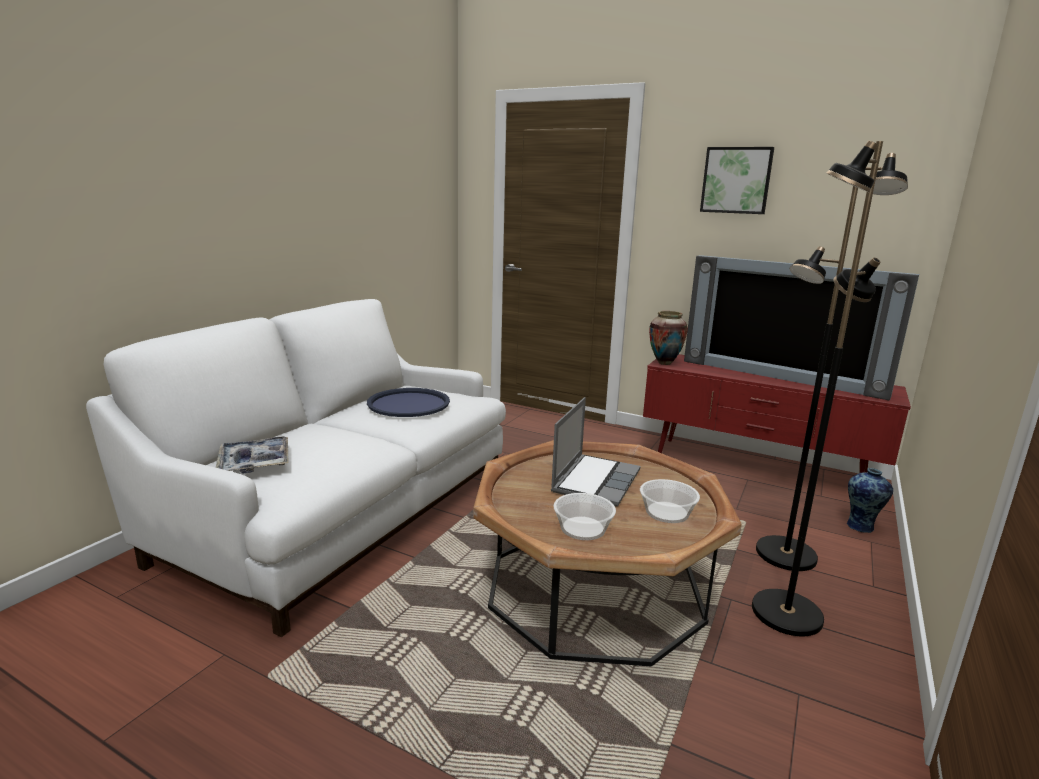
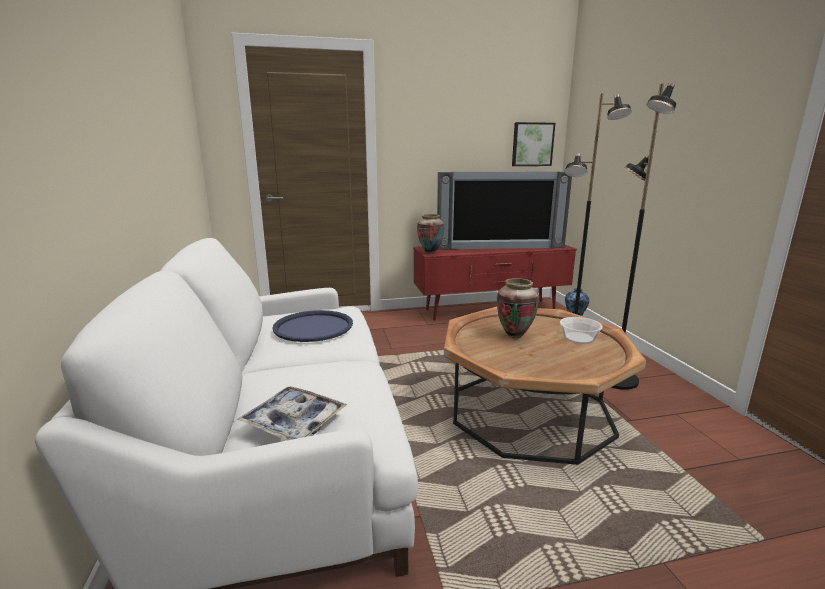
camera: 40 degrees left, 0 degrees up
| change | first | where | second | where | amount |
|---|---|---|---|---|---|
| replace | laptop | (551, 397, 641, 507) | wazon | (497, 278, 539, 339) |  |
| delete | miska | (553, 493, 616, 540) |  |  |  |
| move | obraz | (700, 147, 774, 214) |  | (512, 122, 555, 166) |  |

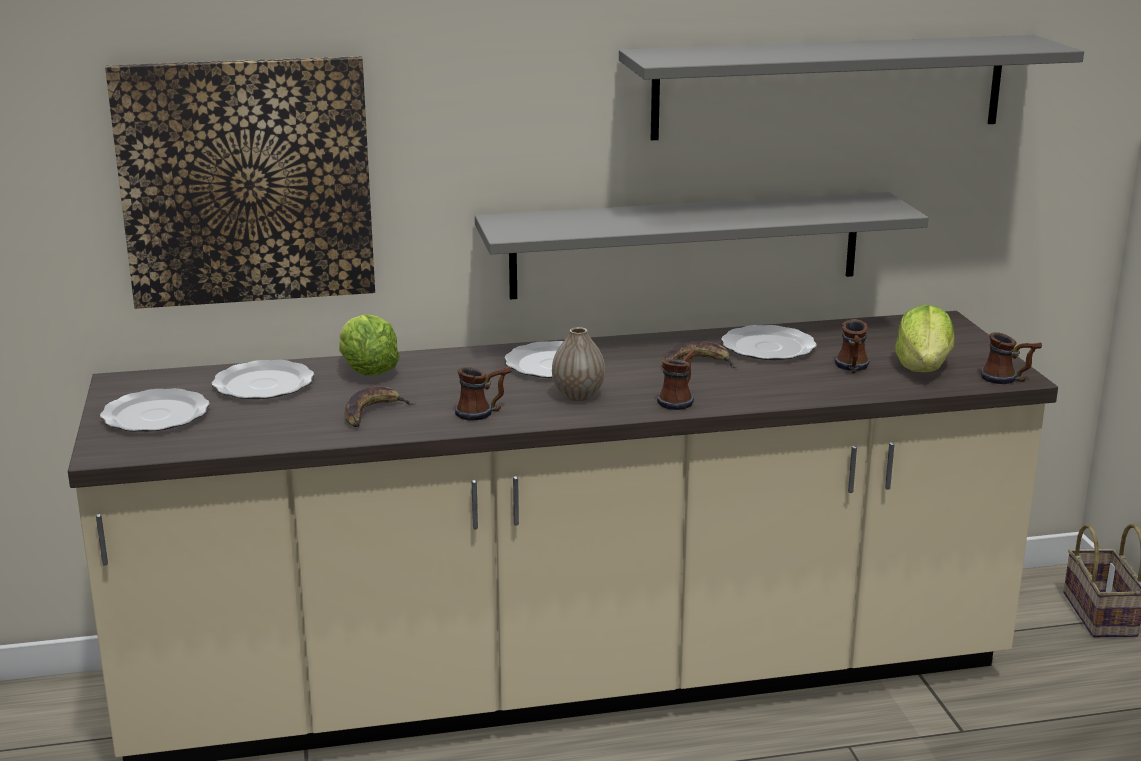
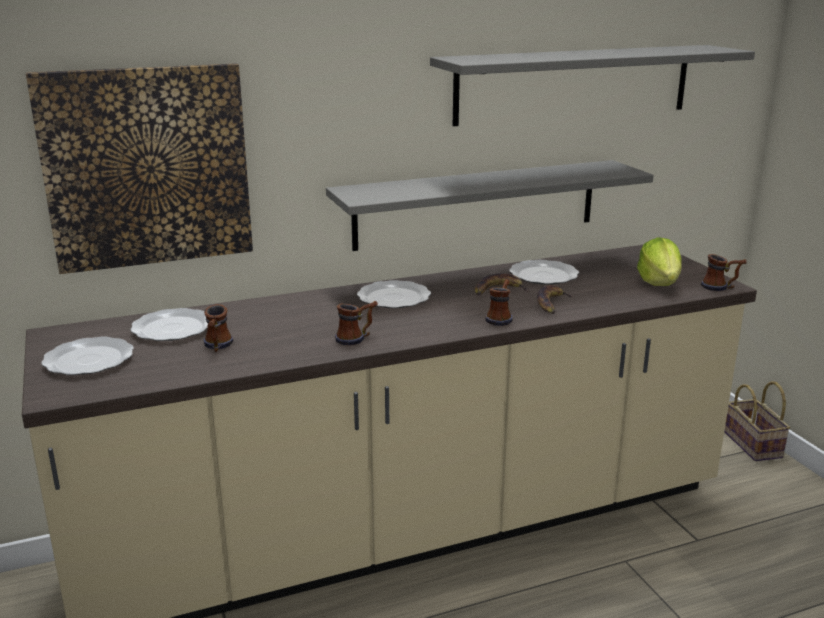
camera: 10 degrees left, 0 degrees up
| change | first | where | second | where | amount |
|---|---|---|---|---|---|
| delete | sałata | (339, 314, 400, 375) |  |  |  |
| move | banan | (345, 386, 416, 427) |  | (537, 285, 574, 314) |  |
| delete | wazon | (552, 327, 605, 401) |  |  |  |
| move | kubek | (835, 319, 870, 374) |  | (204, 304, 233, 352) |  |

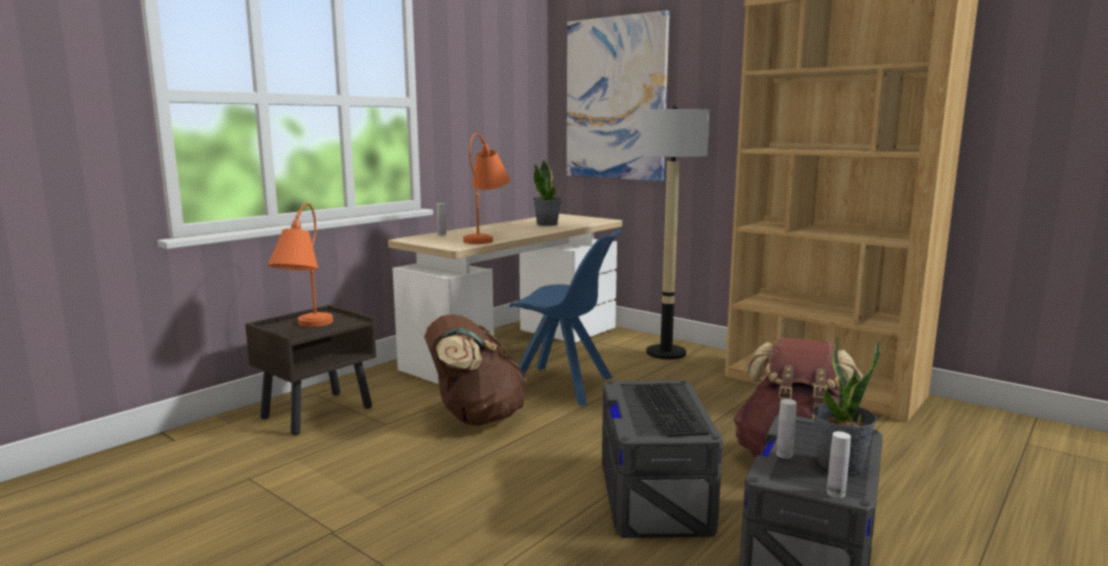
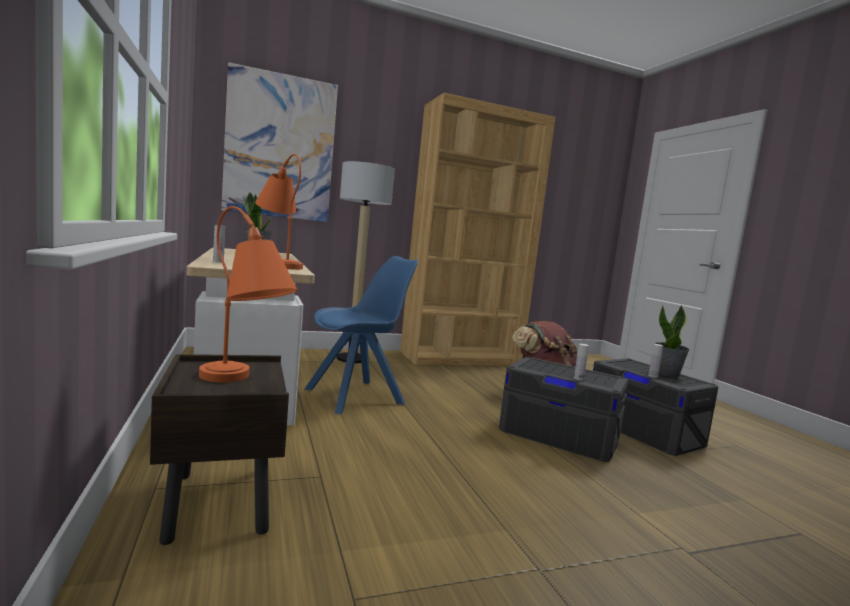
camera: 60 degrees left, 5 degrees down
| change | first | where | second | where | amount |
|---|---|---|---|---|---|
| delete | plecak [brązowy] | (424, 314, 527, 426) |  |  |  |
| delete | klawiatura | (636, 383, 709, 437) |  |  |  |
| move | butelka [biały] | (827, 431, 851, 498) |  | (574, 344, 589, 381) |  |

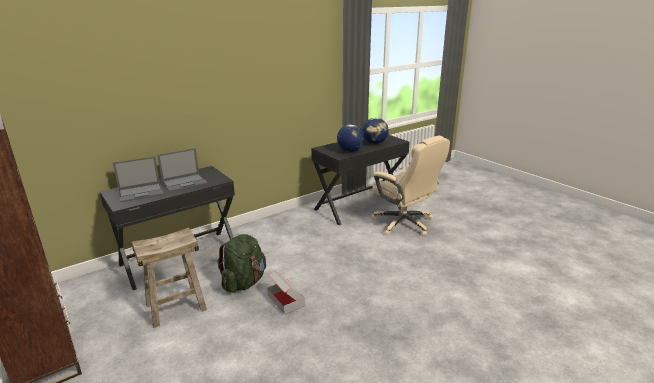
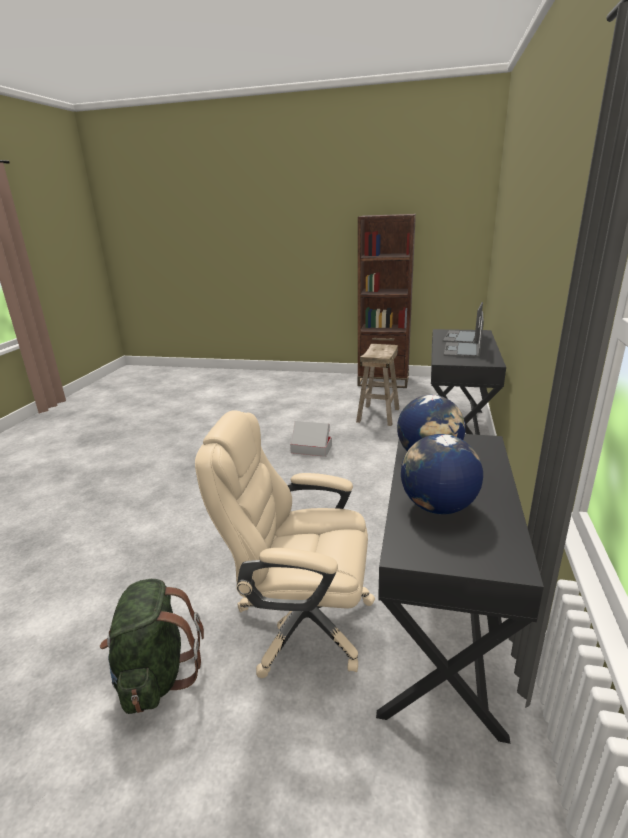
camera: 140 degrees right, 0 degrees up
| change | first | where | second | where | amount |
|---|---|---|---|---|---|
| move | plecak [zielony] | (218, 234, 266, 293) |  | (100, 579, 204, 714) |  |

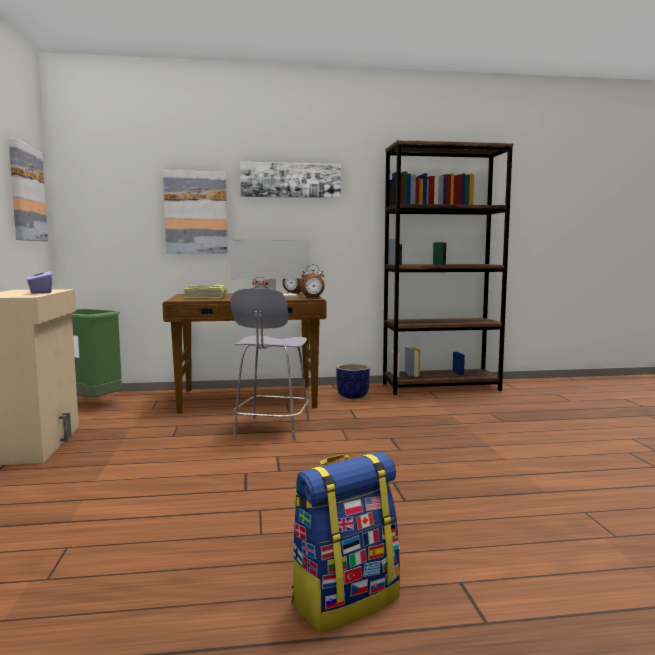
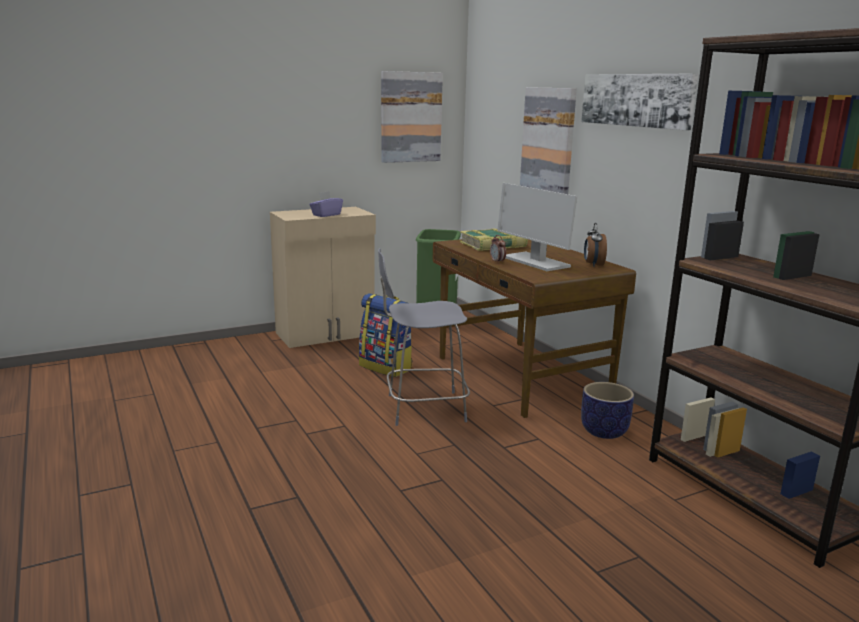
camera: 70 degrees right, 10 degrees up
| change | first | where | second | where | amount |
|---|---|---|---|---|---|
| move | plecak | (291, 452, 400, 633) |  | (359, 293, 413, 377) |  |
| delete | budzik | (300, 264, 325, 298) |  |  |  |

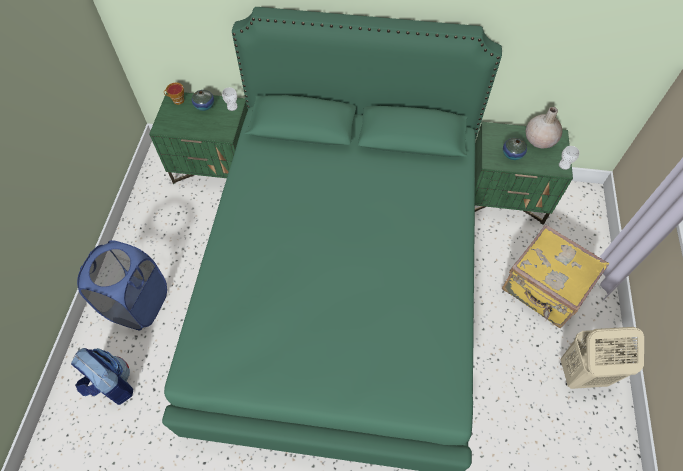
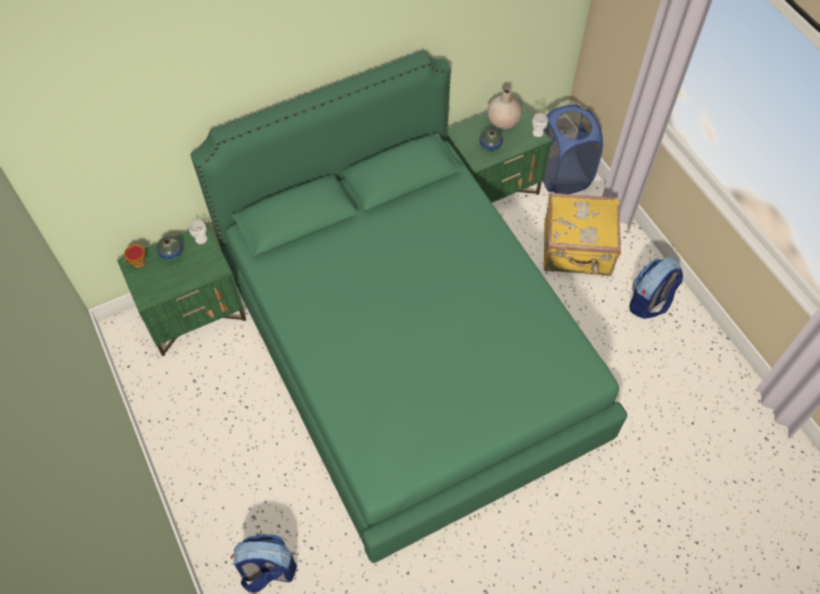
camera: 35 degrees left, 0 degrees up
| change | first | where | second | where | amount |
|---|---|---|---|---|---|
| move | kosz na pranie [niebieski] | (77, 240, 167, 330) |  | (543, 104, 603, 194) |  |
| replace | kosz na pranie [beżowy] | (560, 327, 644, 389) | plecak | (629, 257, 683, 319) |  |

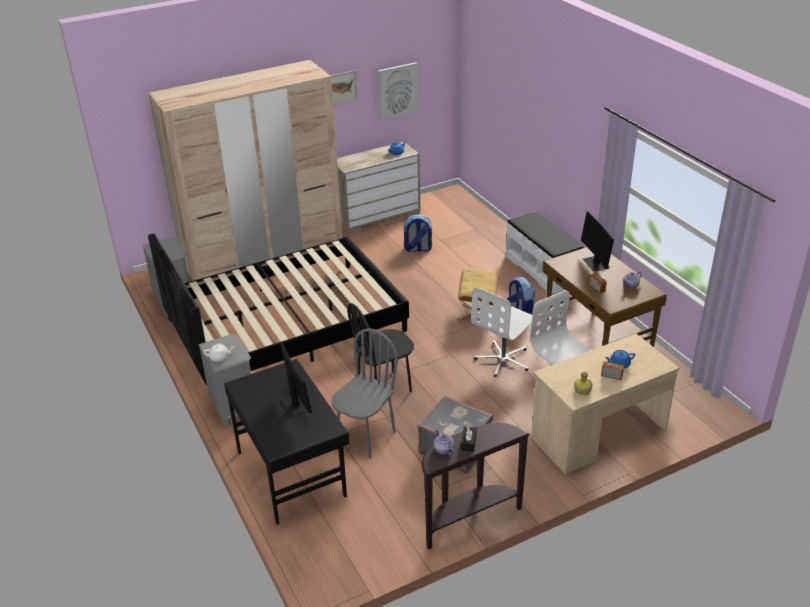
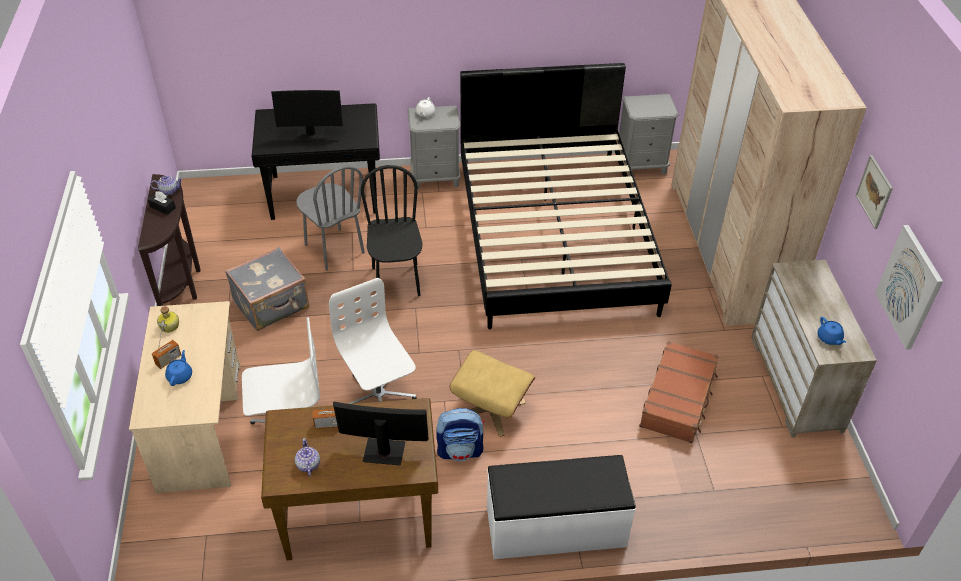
camera: 110 degrees right, 10 degrees up
| change | first | where | second | where | amount |
|---|---|---|---|---|---|
| replace | plecak | (403, 214, 432, 252) | walizka [brązowy] | (639, 341, 719, 443) |  |

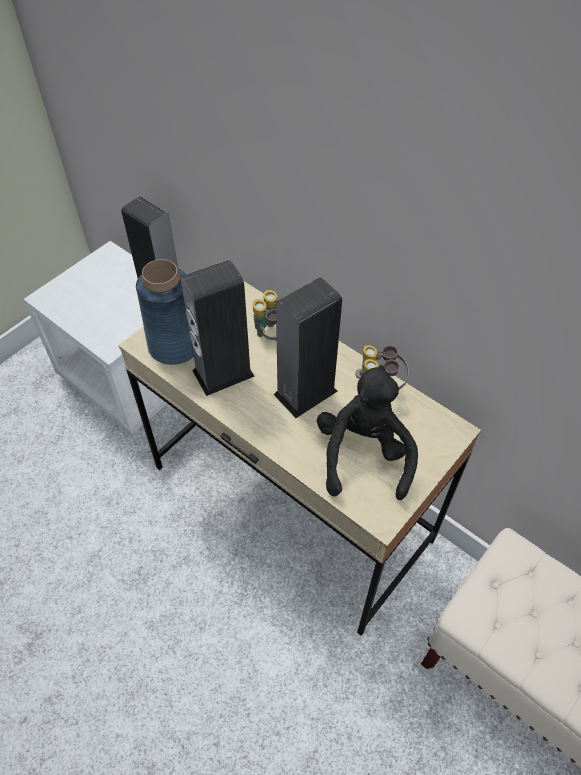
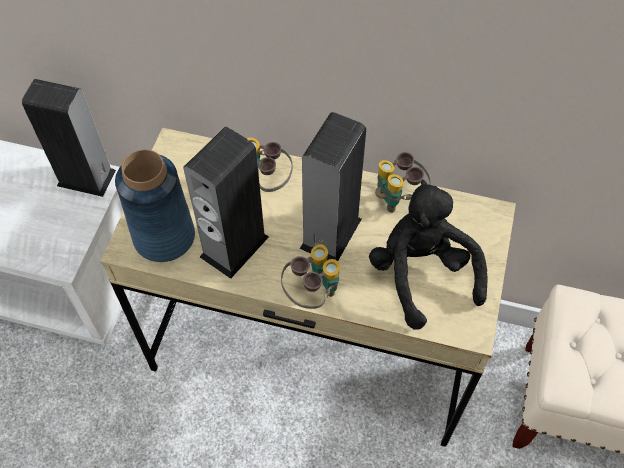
camera: 25 degrees left, 5 degrees up
| change | first | where | second | where | amount |
|---|---|---|---|---|---|
| insert |  |  | lornetka | (281, 244, 340, 309) |  |

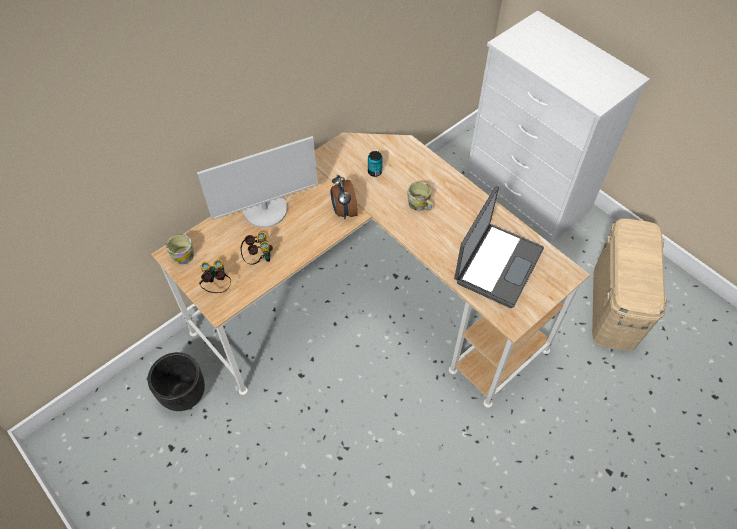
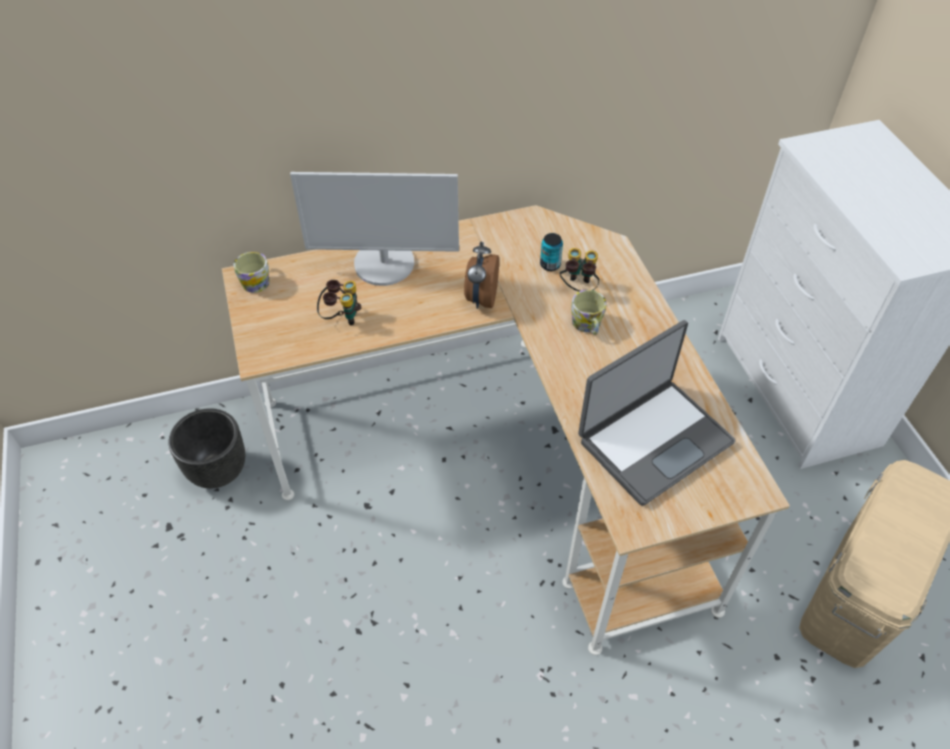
camera: 25 degrees right, 5 degrees down
| change | first | where | second | where | amount |
|---|---|---|---|---|---|
| move | lornetka | (199, 259, 231, 293) |  | (560, 248, 599, 291) |  |

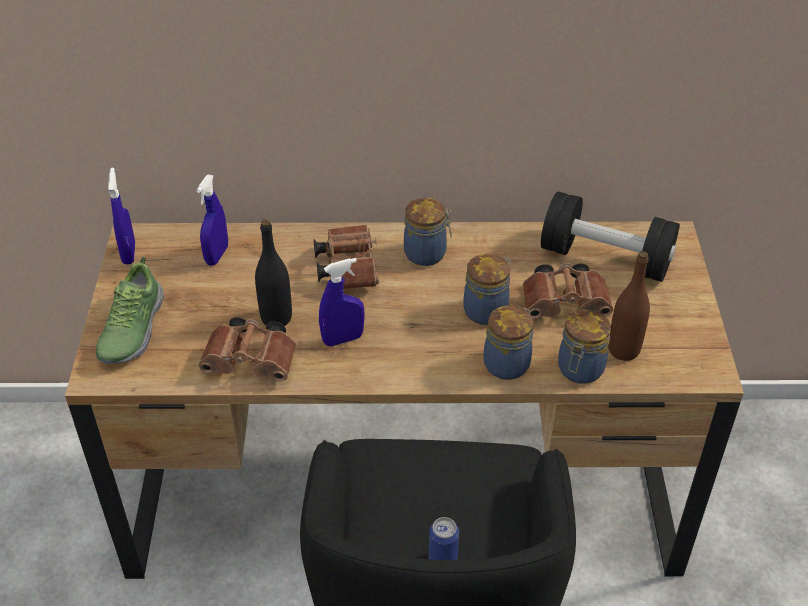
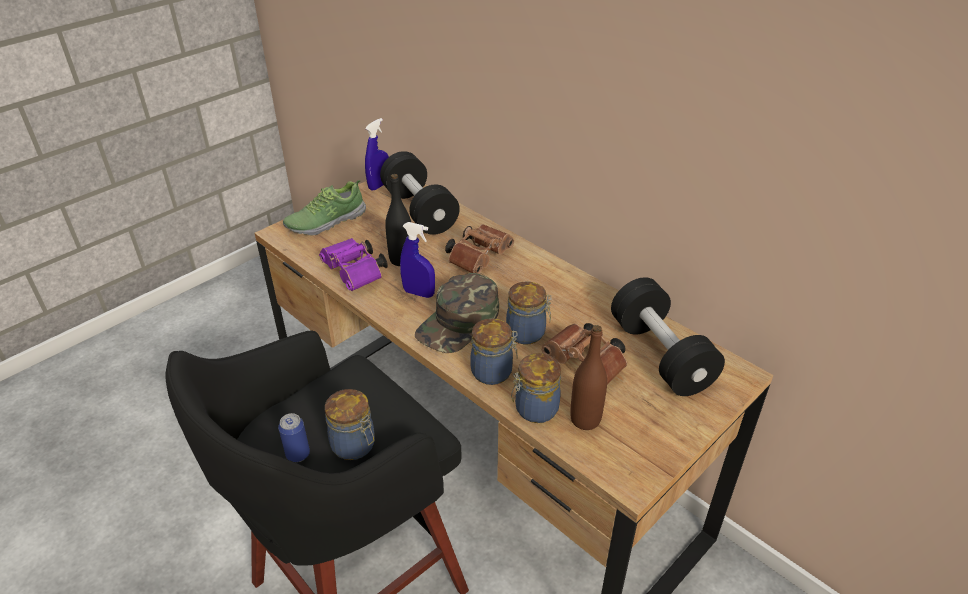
camera: 45 degrees right, 5 degrees down
| change | first | where | second | where | amount |
|---|---|---|---|---|---|
| replace | spryskiwacz [niebieski] | (196, 175, 228, 266) | hantel [czarny] | (380, 151, 460, 235) |  |
| recolor | lornetka [brązowy] | (198, 317, 296, 381) | lornetka [fioletowy] | (319, 238, 388, 291) |  |
| move | słoik | (404, 198, 452, 266) |  | (325, 389, 375, 460) |  |
| insert |  |  | czapka z daszkiem [zielony] | (415, 273, 499, 353) |  |

